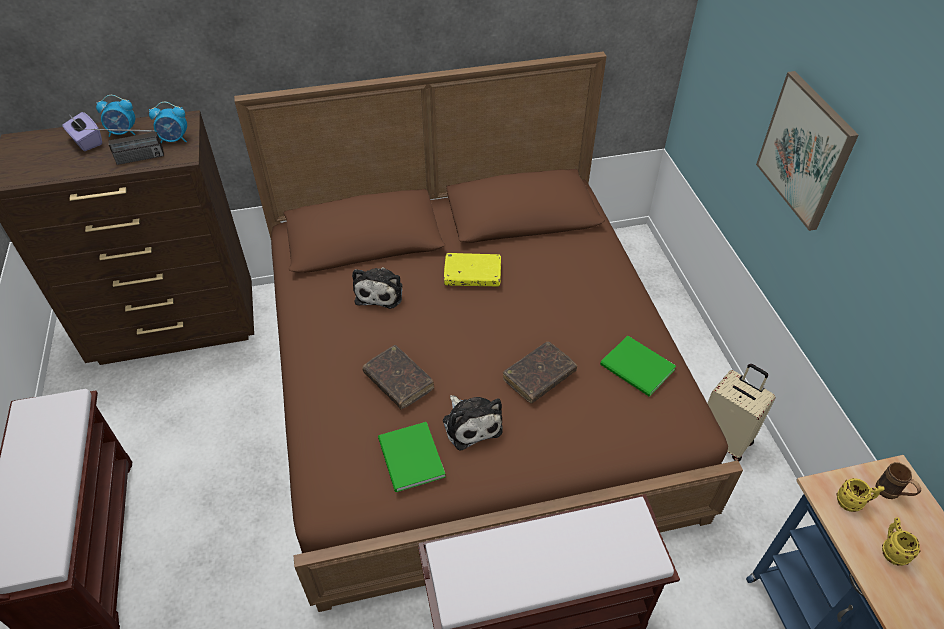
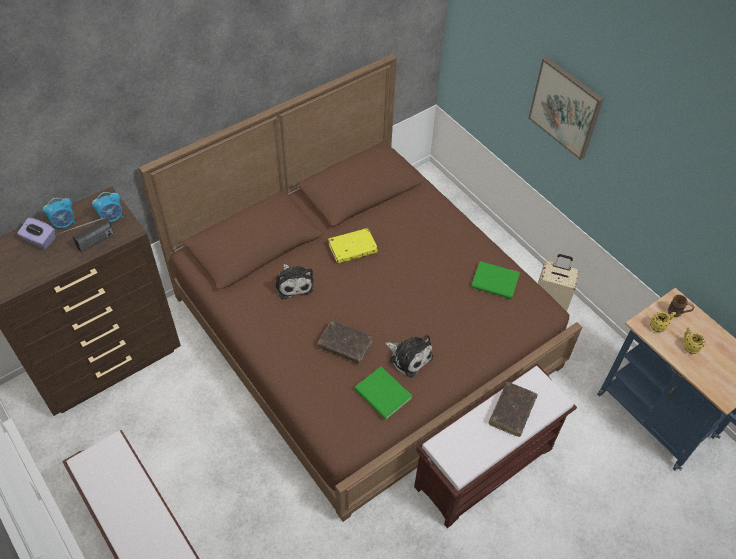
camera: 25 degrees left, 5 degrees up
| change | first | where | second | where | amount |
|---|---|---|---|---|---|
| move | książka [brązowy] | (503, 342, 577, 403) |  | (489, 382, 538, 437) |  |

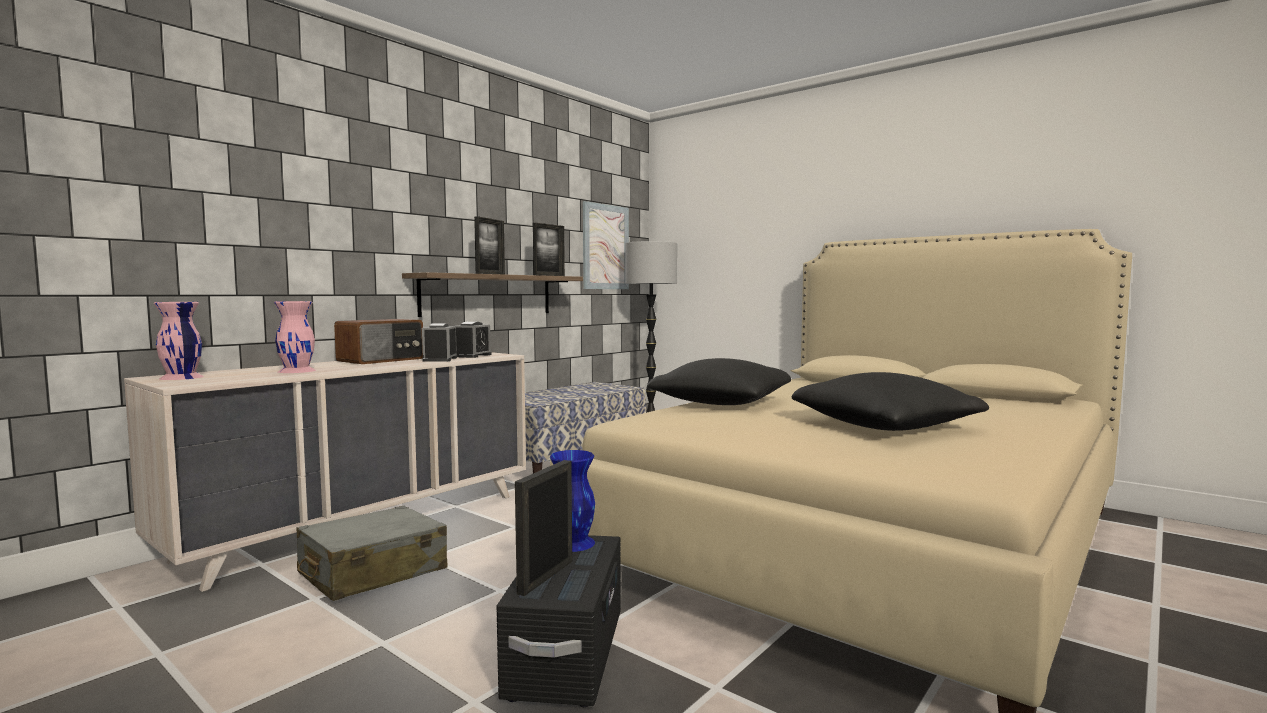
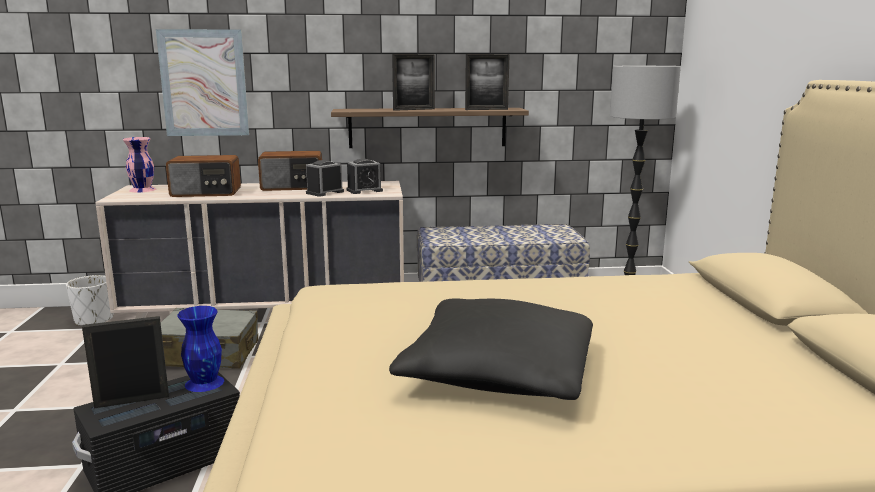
camera: 45 degrees right, 10 degrees up
| change | first | where | second | where | amount |
|---|---|---|---|---|---|
| replace | wazon [różowy] | (274, 301, 316, 373) | radio | (166, 155, 241, 197) |  |
| move | obraz | (583, 201, 629, 289) |  | (156, 29, 249, 136) |  |
| delete | poduszka [czarny] | (648, 358, 791, 405) |  |  |  |
| insert |  |  | donica [biały] | (66, 275, 113, 326) |  |

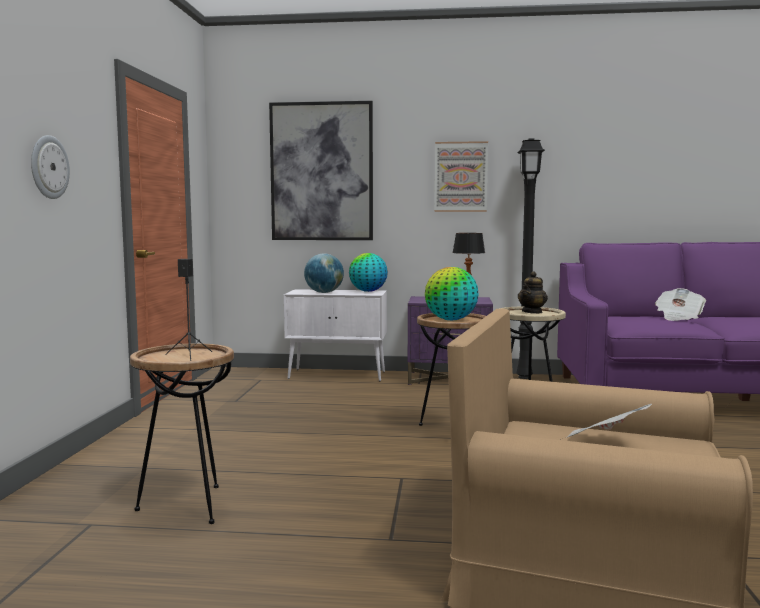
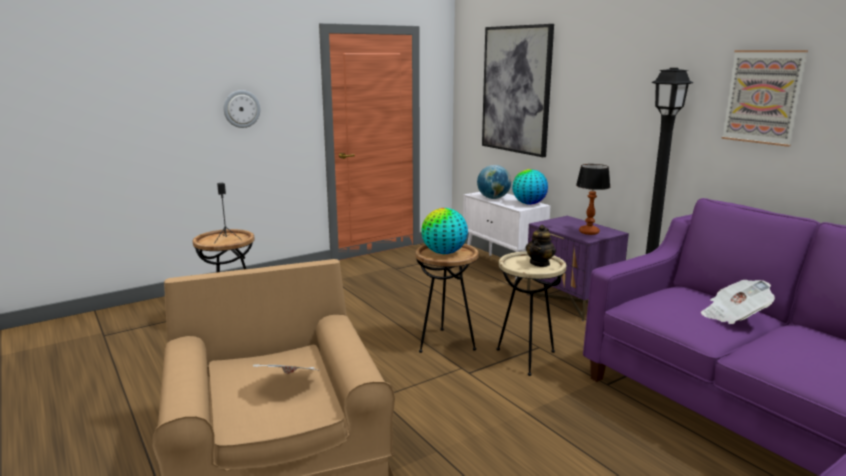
camera: 50 degrees right, 10 degrees up
| change | first | where | second | where | amount |
|---|---|---|---|---|---|
| move | obraz | (434, 141, 488, 212) |  | (721, 50, 808, 147) |  |
| rotate | imbryk | (517, 271, 548, 314) |  | (526, 225, 556, 267) | 60 degrees counterclockwise |

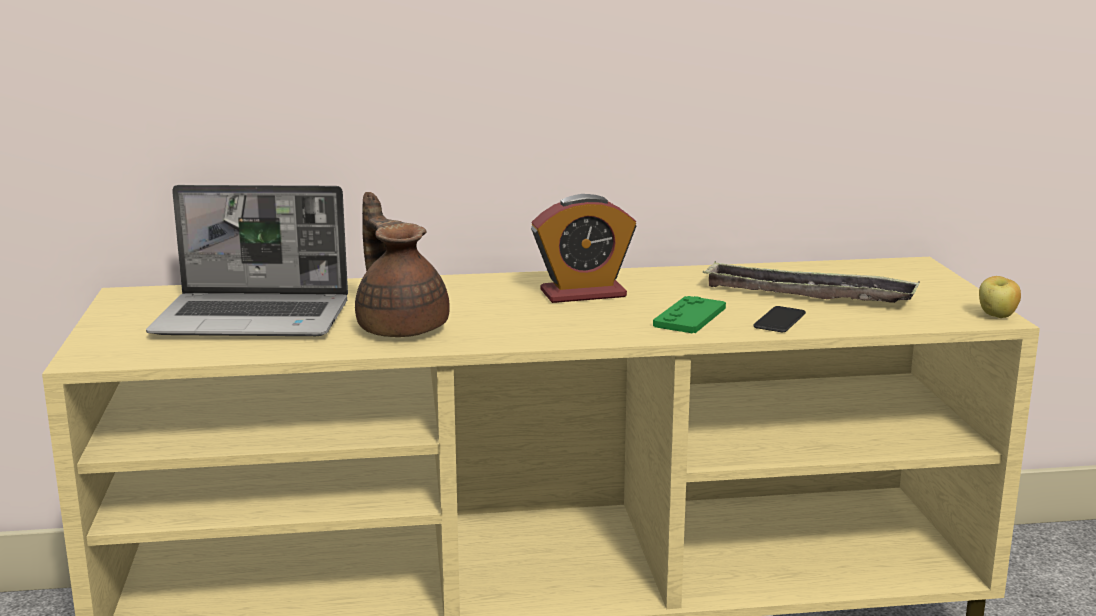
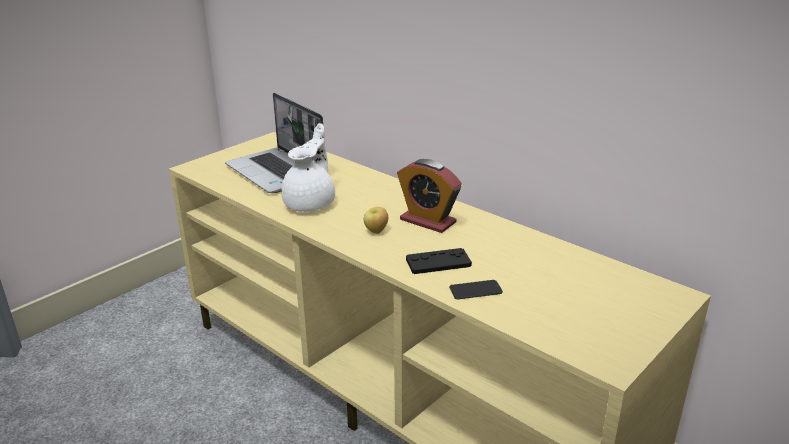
camera: 50 degrees right, 10 degrees up
| change | first | where | second | where | amount |
|---|---|---|---|---|---|
| recolor | imbryk [brązowy] | (355, 192, 450, 337) | imbryk [biały] | (281, 123, 335, 211) |  |
| recolor | pad do gier [zielony] | (653, 296, 726, 333) | pad do gier [czarny] | (406, 248, 472, 274) |  |
| delete | taca | (703, 261, 920, 303) |  |  |  |
| move | jabłko | (979, 276, 1021, 318) |  | (364, 207, 388, 234) |  |

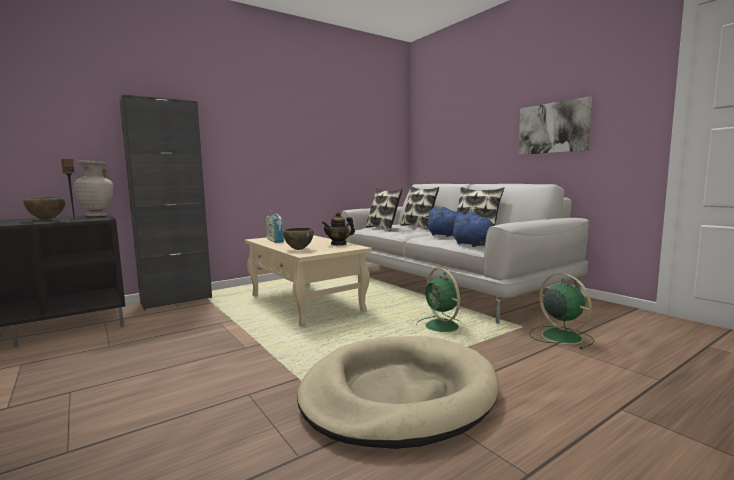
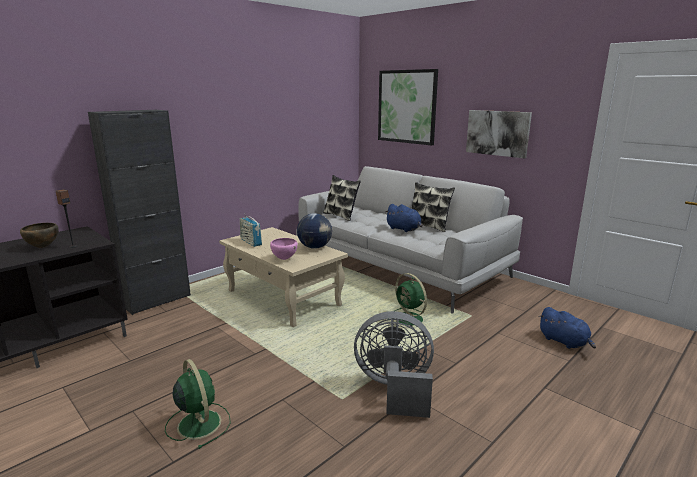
camera: 10 degrees left, 10 degrees up
| change | first | where | second | where | amount |
|---|---|---|---|---|---|
| delete | wazon [beżowy] | (74, 161, 113, 216) |  |  |  |
| recolor | miska [brązowy] | (283, 228, 314, 250) | miska [różowy] | (270, 238, 298, 260) |  |
| replace | legowisko [beżowy] | (297, 336, 499, 449) | wentylator [szary] | (354, 311, 434, 418) |  |
| replace | imbryk | (322, 212, 355, 245) | globus | (297, 213, 332, 249) |  |
| delete | poduszka | (400, 187, 439, 229) |  |  |  |
| move | pluszak [niebieski] | (451, 212, 494, 247) |  | (539, 307, 596, 349) |  |
| move | wentylator [zielony] | (529, 273, 595, 349) |  | (165, 359, 231, 449) |  |
| insert |  |  | obraz | (378, 69, 438, 145) |  |

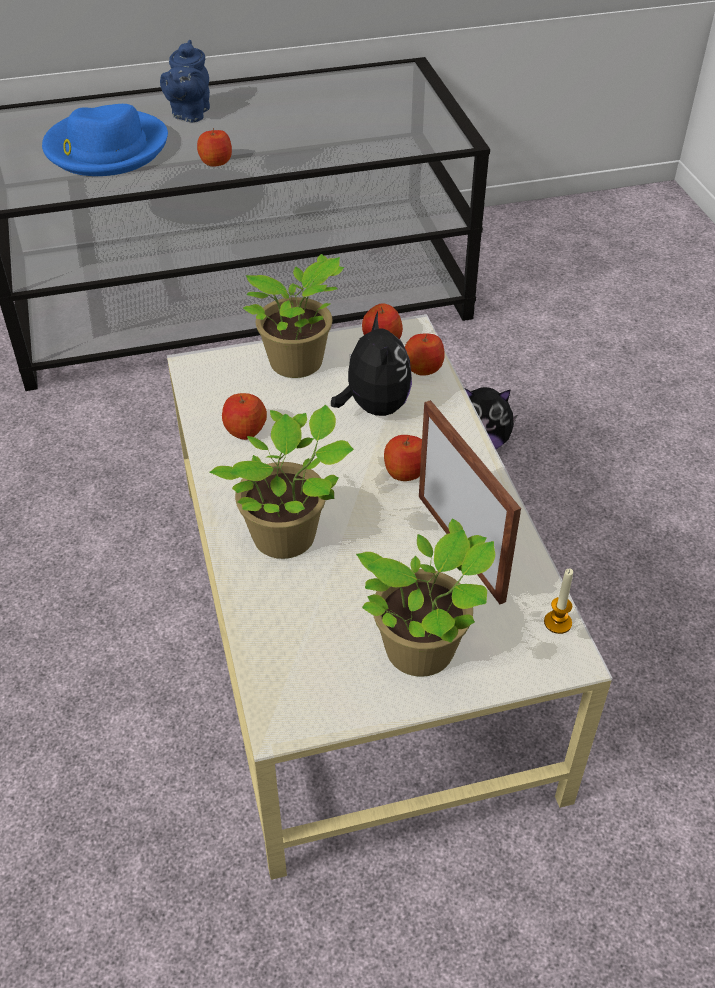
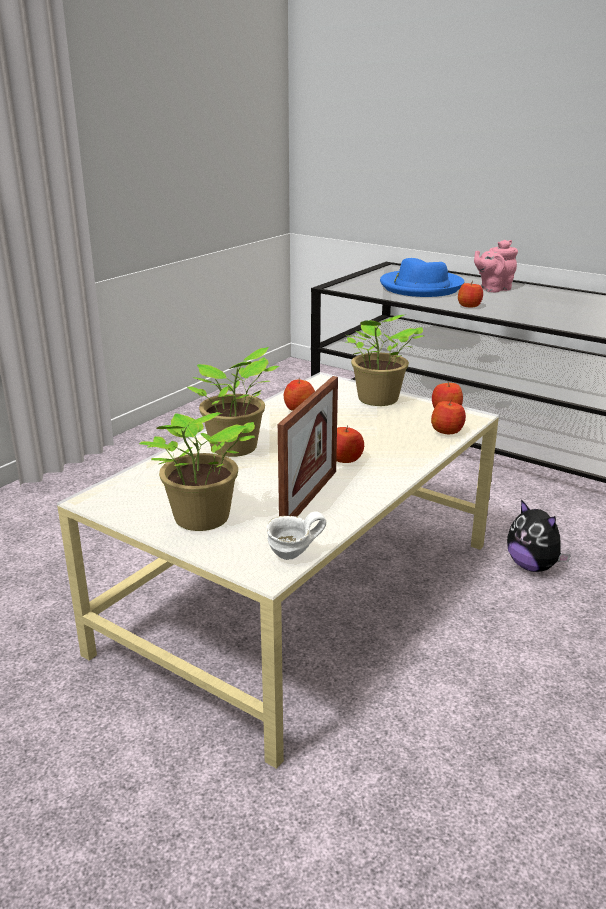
camera: 50 degrees right, 20 degrees down
| change | first | where | second | where | amount |
|---|---|---|---|---|---|
| recolor | imbryk [niebieski] | (160, 40, 210, 122) | imbryk [różowy] | (474, 240, 518, 292) |  |
| delete | pluszak | (331, 312, 412, 416) |  |  |  |
| replace | świeca | (544, 569, 573, 634) | kubek [biały] | (266, 511, 326, 560) |  |

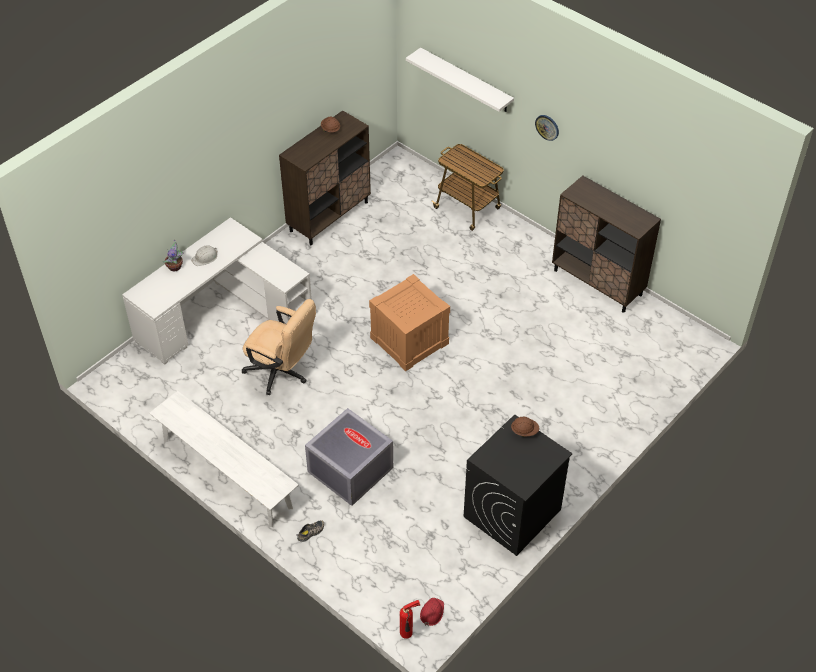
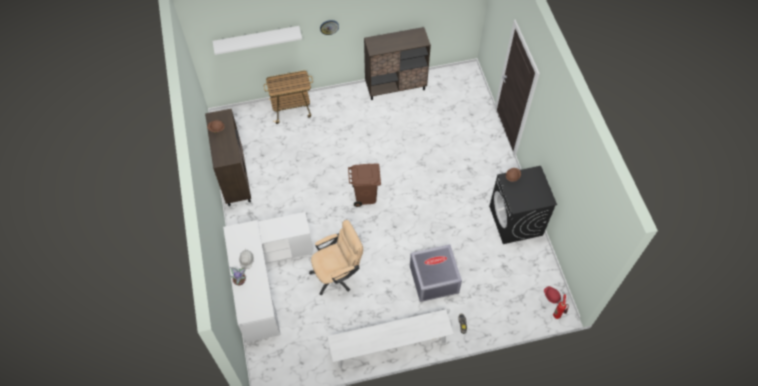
camera: 55 degrees left, 10 degrees up
| change | first | where | second | where | amount |
|---|---|---|---|---|---|
| replace | skrzynka | (369, 274, 450, 371) | kosz na śmieci [brązowy] | (348, 163, 381, 207) |  |

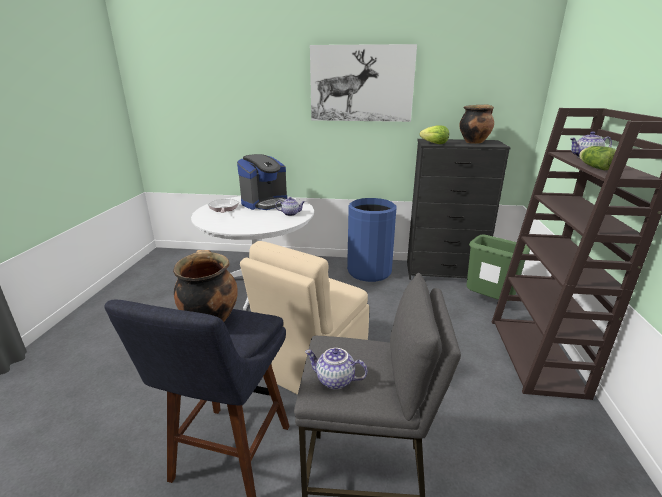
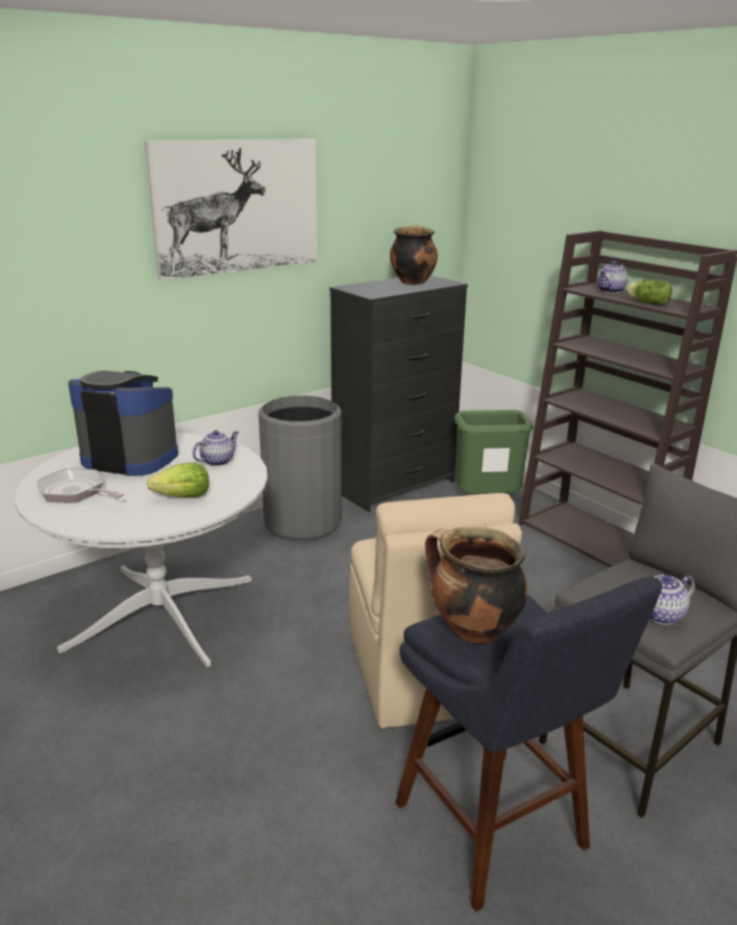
camera: 45 degrees left, 0 degrees up
| change | first | where | second | where | amount |
|---|---|---|---|---|---|
| rotate | ekspres do kawy | (237, 154, 287, 210) |  | (68, 370, 178, 476) | 75 degrees counterclockwise |
| recolor | kosz na śmieci [niebieski] | (347, 198, 397, 282) | kosz na śmieci [szary] | (259, 396, 342, 541) |  |
| move | sałata | (419, 126, 449, 144) |  | (147, 463, 209, 497) |  |

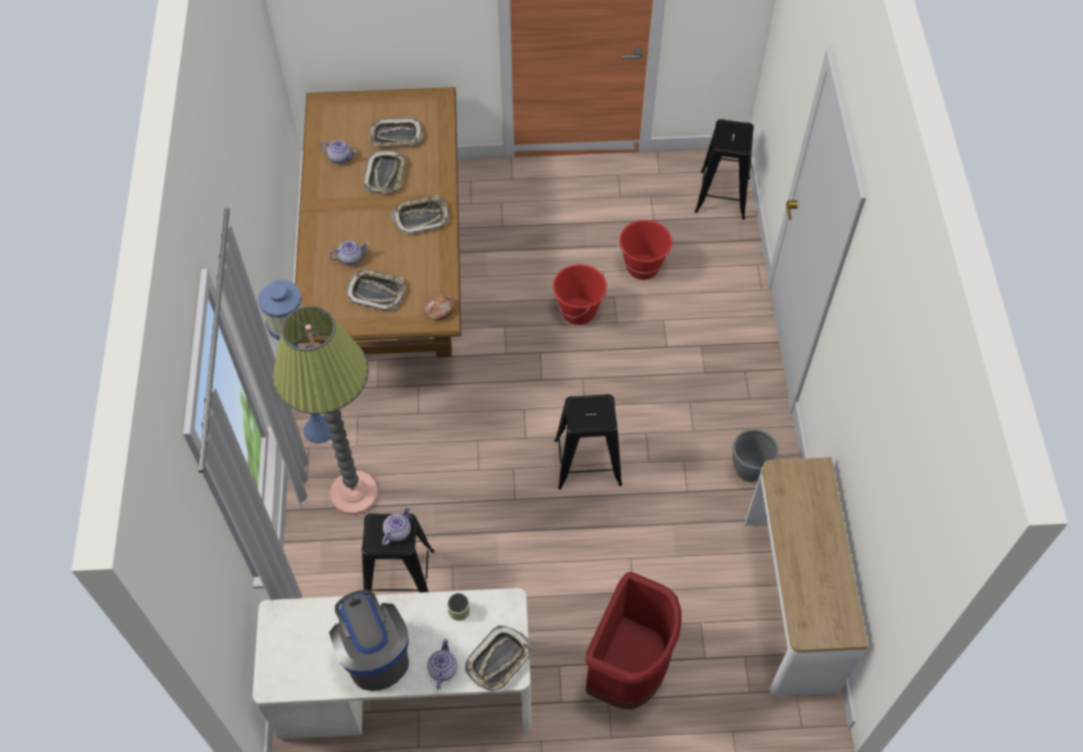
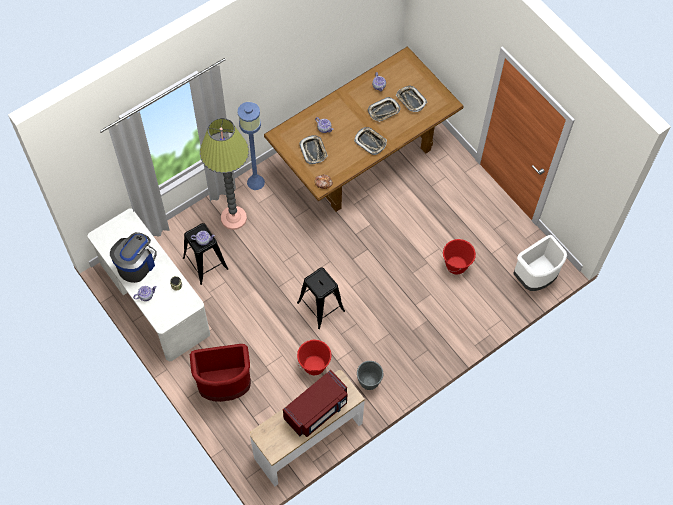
camera: 55 degrees right, 5 degrees up
| change | first | where | second | where | amount |
|---|---|---|---|---|---|
| delete | taca | (465, 625, 532, 692) |  |  |  |
| move | wiadro [czerwony] | (553, 264, 607, 325) |  | (297, 339, 331, 375) |  |
| replace | stołek [czarny] | (695, 119, 754, 220) | kosz na śmieci [biały] | (514, 235, 567, 291) |  |
| insert |  |  | mikrofalówka [czerwony] | (283, 370, 348, 437) |  |

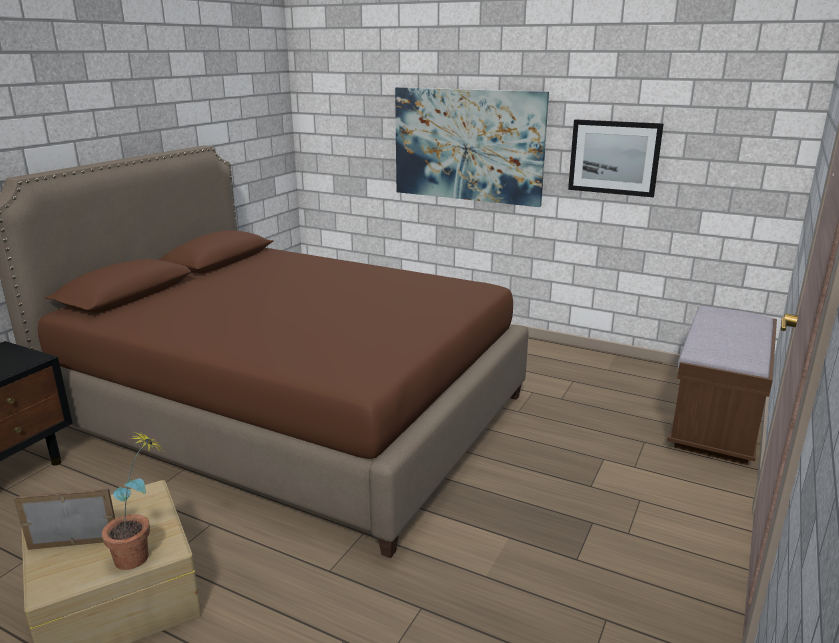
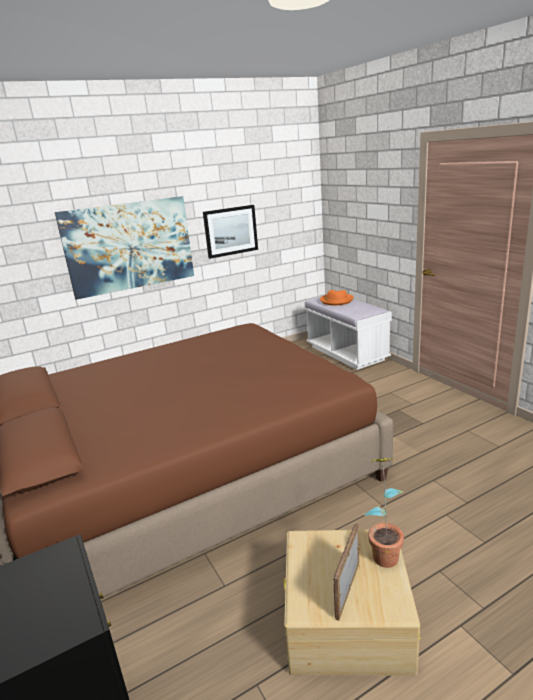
camera: 55 degrees left, 0 degrees up
| change | first | where | second | where | amount |
|---|---|---|---|---|---|
| recolor | ławka [brązowy] | (667, 306, 777, 465) | ławka [biały] | (304, 296, 392, 370) |  |
| insert |  |  | kapelusz [pomarańczowy] | (320, 290, 354, 305) |  |

